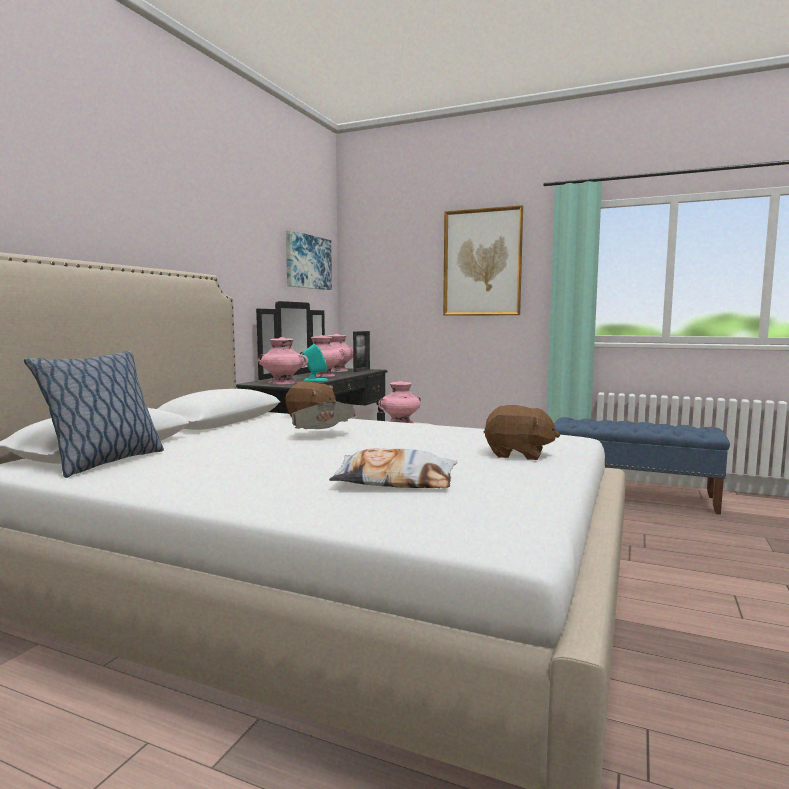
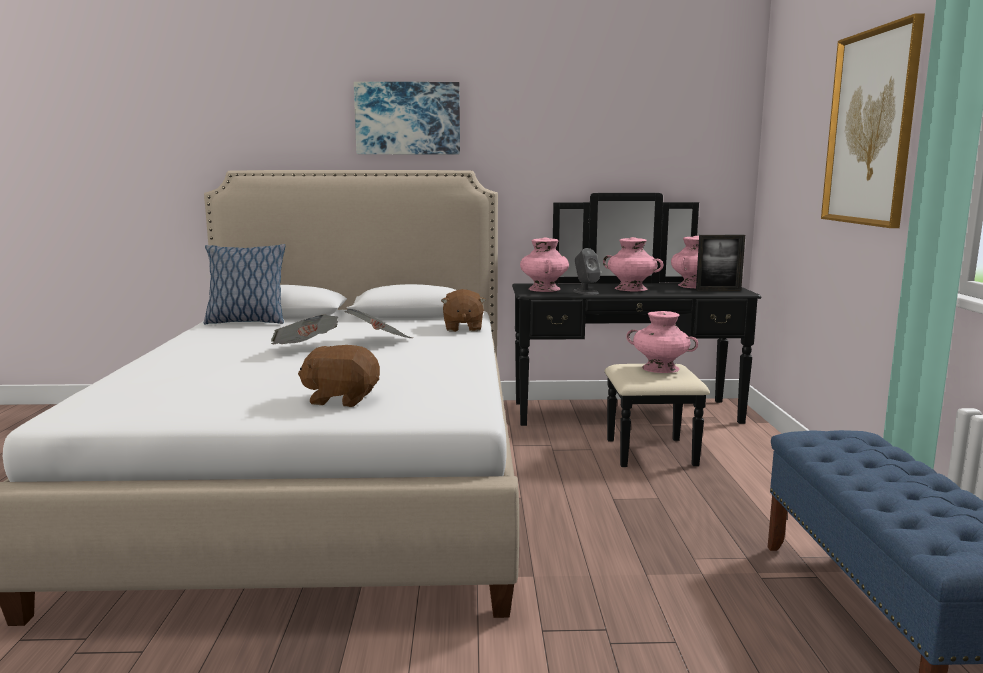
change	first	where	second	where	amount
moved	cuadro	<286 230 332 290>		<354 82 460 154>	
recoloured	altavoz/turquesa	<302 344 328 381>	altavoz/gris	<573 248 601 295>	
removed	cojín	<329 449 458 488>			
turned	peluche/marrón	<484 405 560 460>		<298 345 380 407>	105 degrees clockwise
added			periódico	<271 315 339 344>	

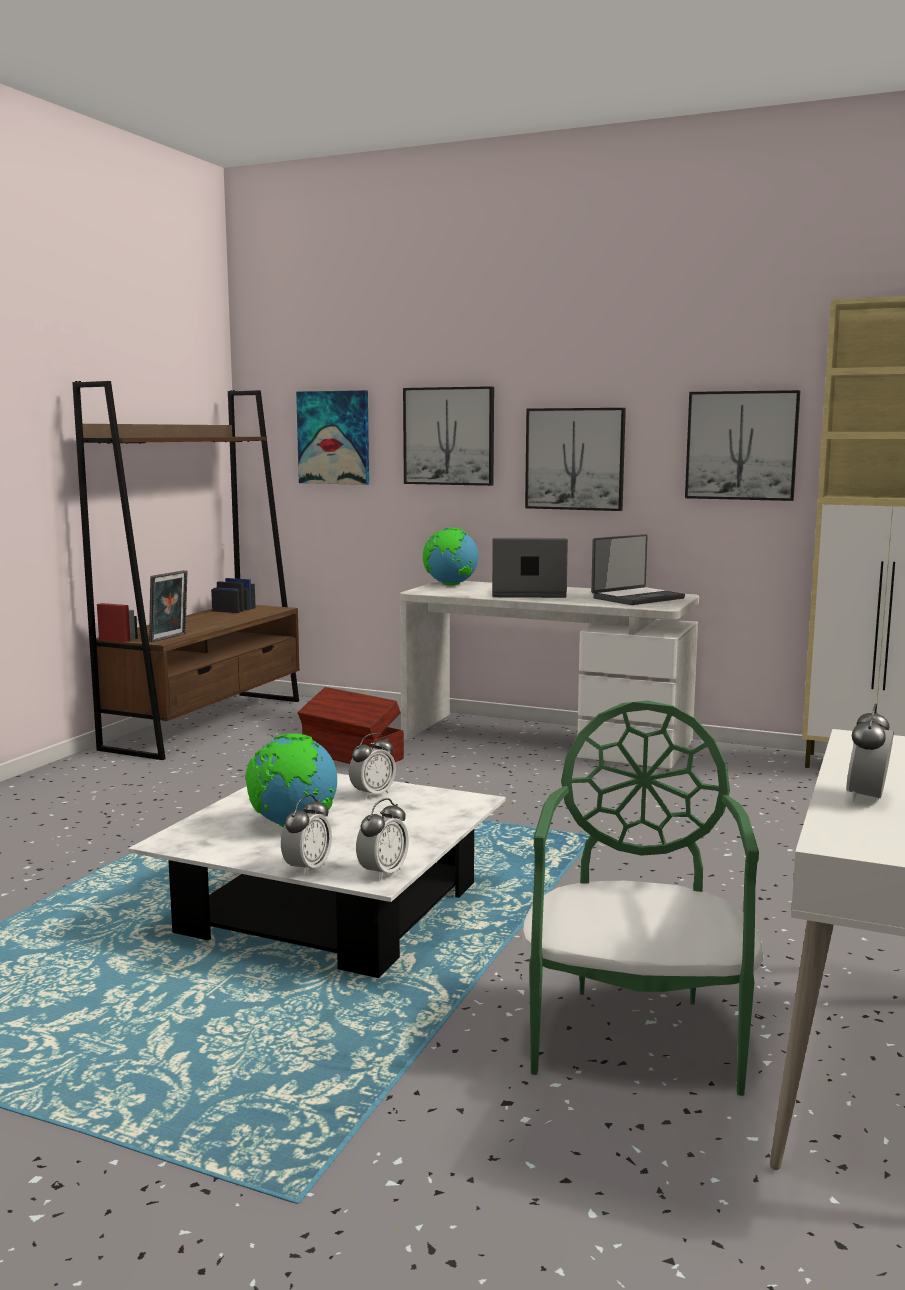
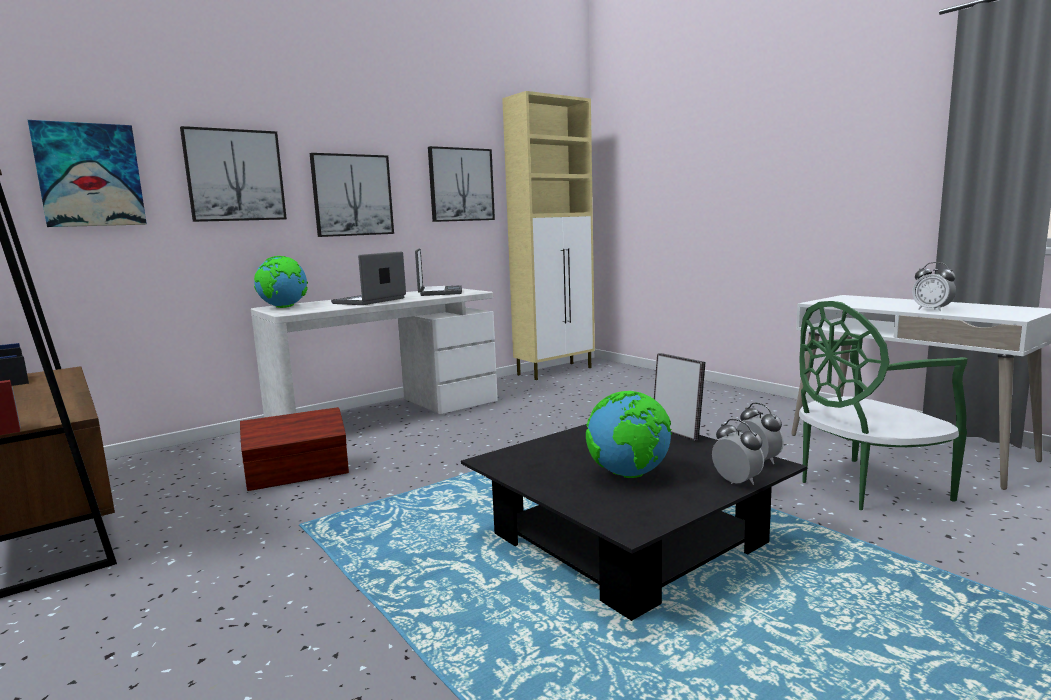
change	first	where	second	where	amount
recoloured	mesa de centro/blanco	<128 773 506 978>	mesa de centro/negro	<461 424 807 621>	
moved	portarretratos	<149 570 188 642>		<654 353 705 441>	
removed	despertador	<349 733 396 799>			
turned	silla/verde	<521 700 763 1096>		<799 301 967 510>	60 degrees counterclockwise

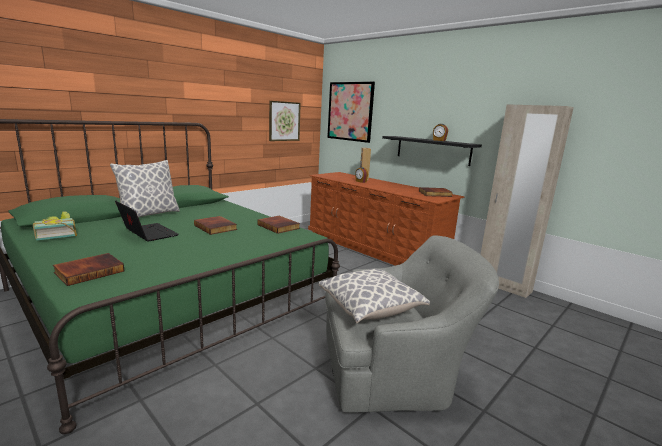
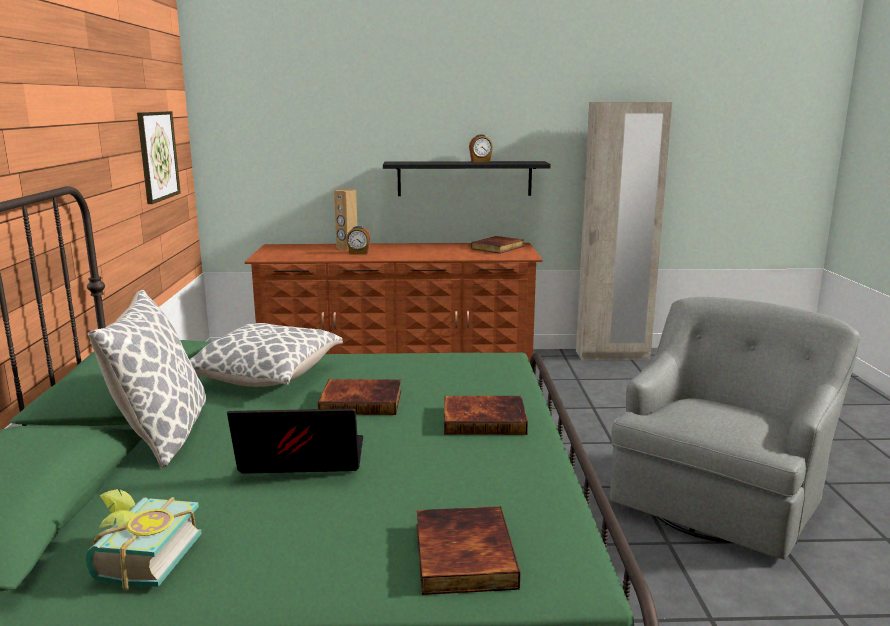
change	first	where	second	where	amount
moved	libro	<257 216 300 234>		<444 396 528 435>	
moved	cojín	<319 269 430 323>		<189 323 343 387>	
removed	cuadro	<327 82 375 143>			

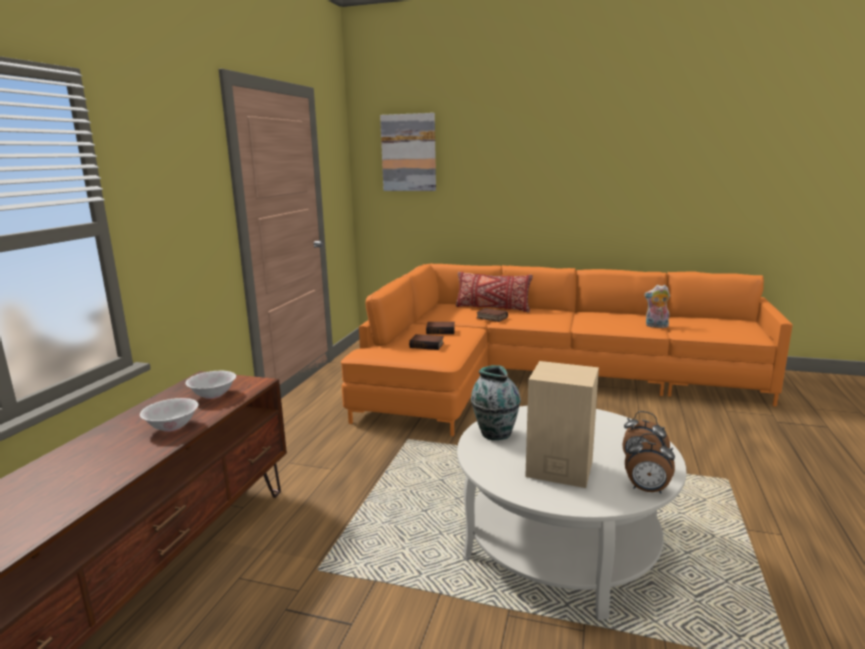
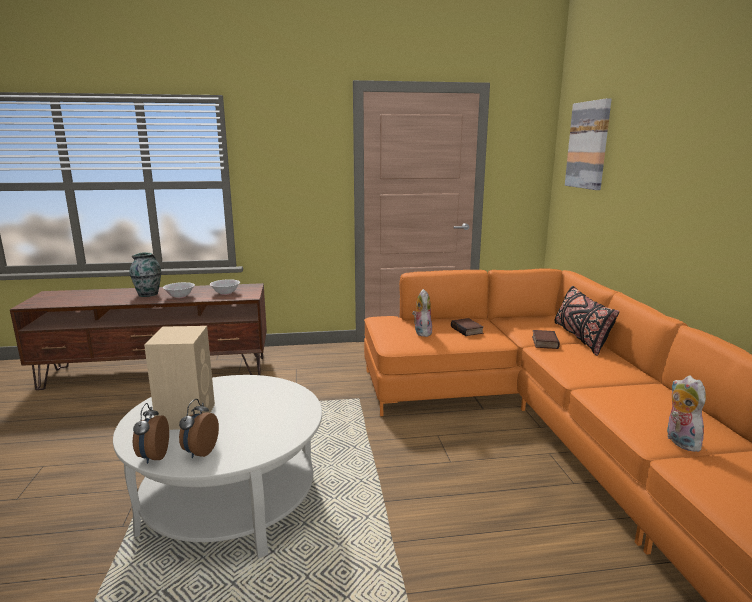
change	first	where	second	where	amount
replaced	libro	<409 334 444 350>	peluche	<412 289 432 337>	
recoloured	cojín/rojo	<456 272 533 313>	cojín/negro	<555 286 619 356>	
moved	florero	<471 365 521 440>		<130 252 162 297>	

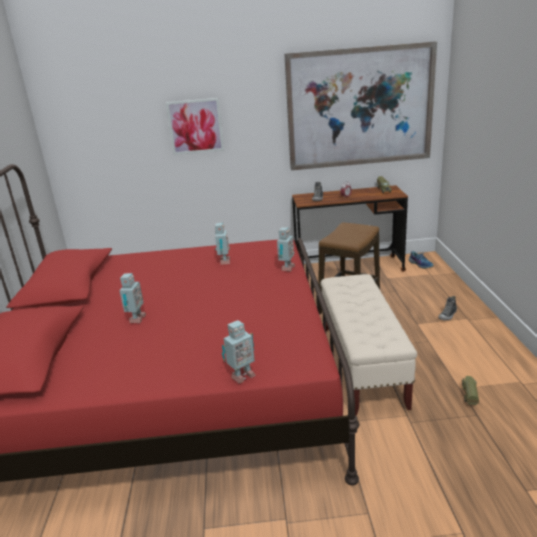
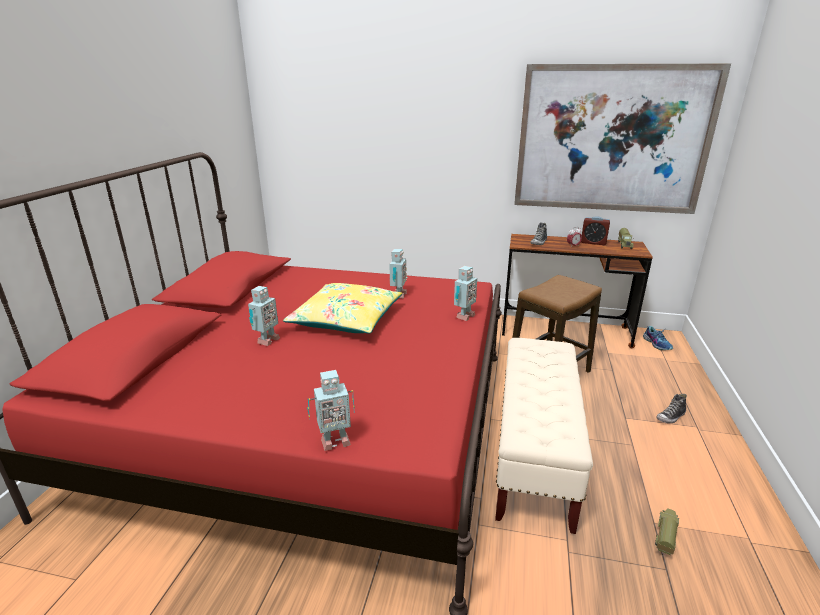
change	first	where	second	where	amount
removed	cuadro	<166 98 224 155>			
added			cojín/amarillo	<283 283 402 334>	
added			despertador	<581 216 610 245>	

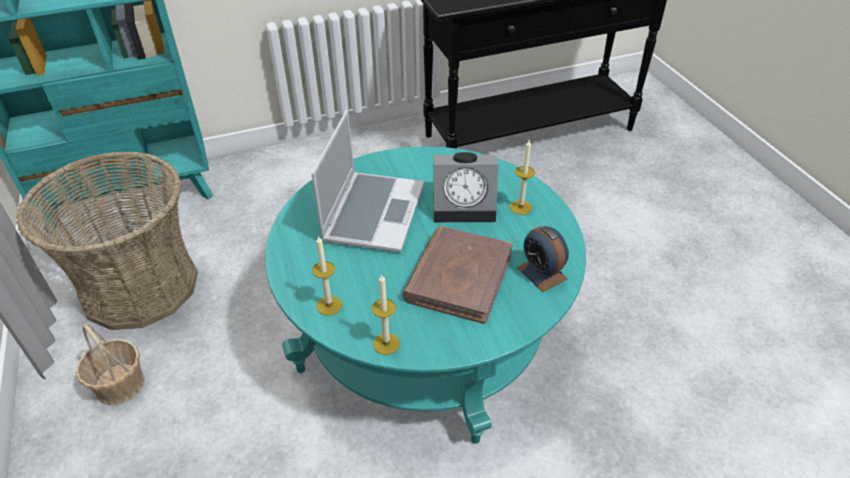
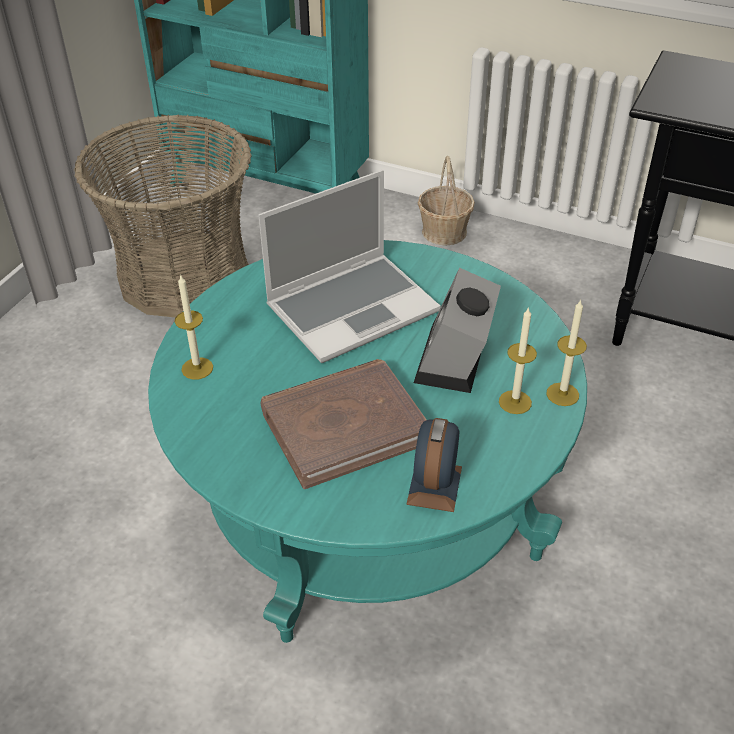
change	first	where	second	where	amount
moved	cesta	<76 324 145 406>		<418 156 475 246>	
moved	vela	<372 274 400 355>		<546 299 587 406>	
turned	despertador	<433 152 498 222>		<414 268 501 393>	60 degrees clockwise

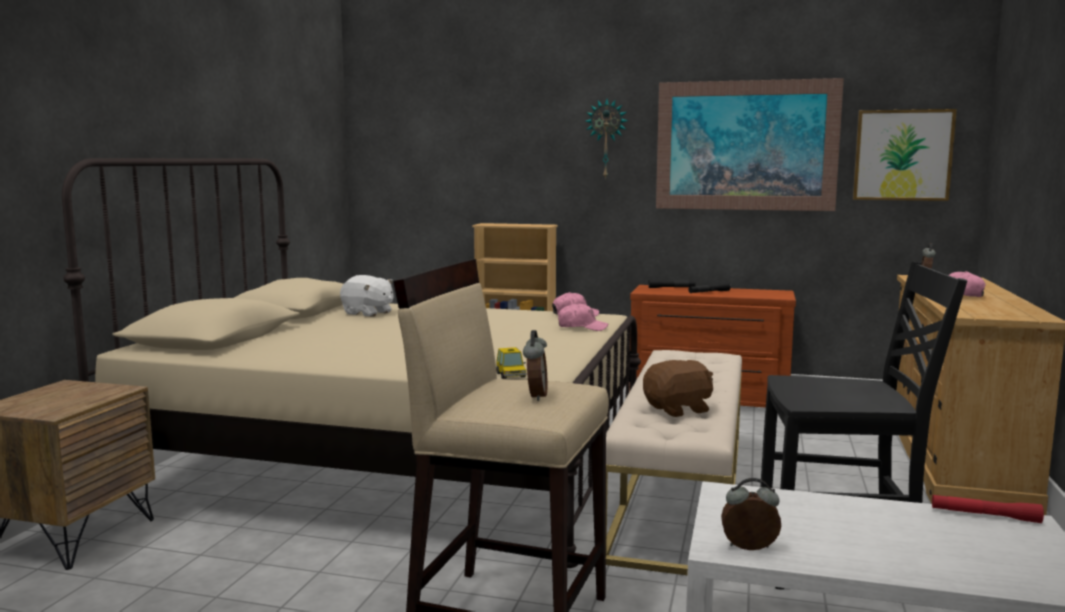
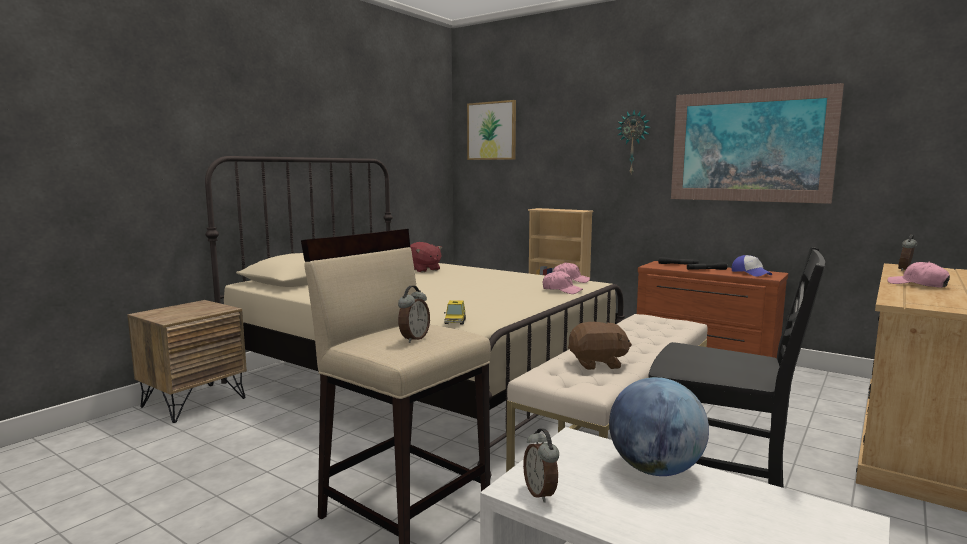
change	first	where	second	where	amount
recoloured	peluche/blanco	<340 275 393 317>	peluche/rojo	<410 242 442 273>	
turned	despertador	<721 478 781 550>		<523 428 559 503>	135 degrees counterclockwise
moved	cuadro	<853 109 957 201>		<467 100 516 160>	
removed	linterna/rojo	<932 495 1044 523>			
added			globo terráqueo	<609 377 709 476>	
added			gorra	<732 255 772 277>	

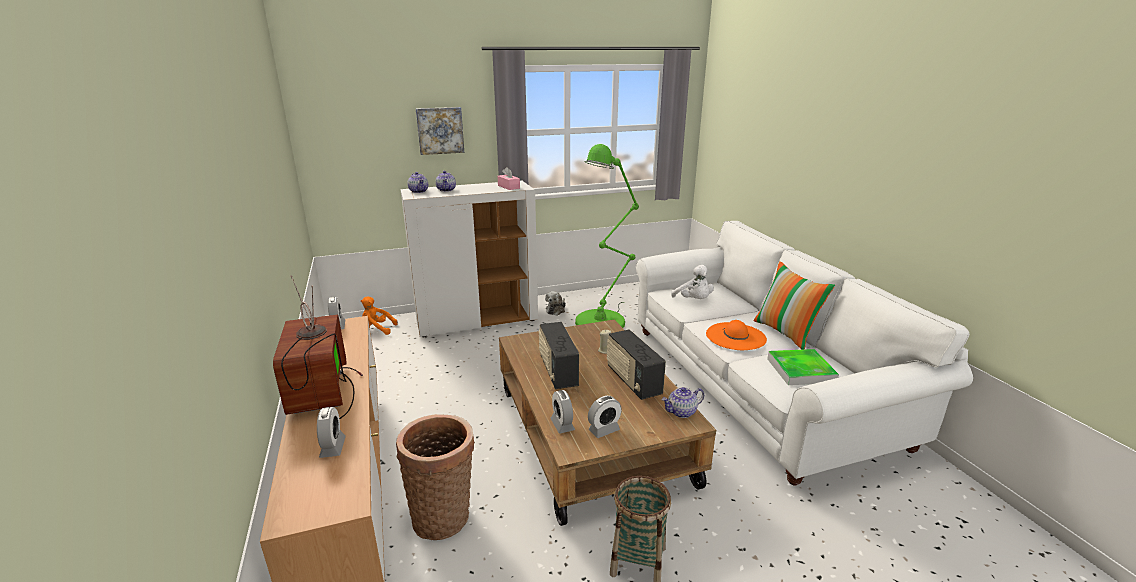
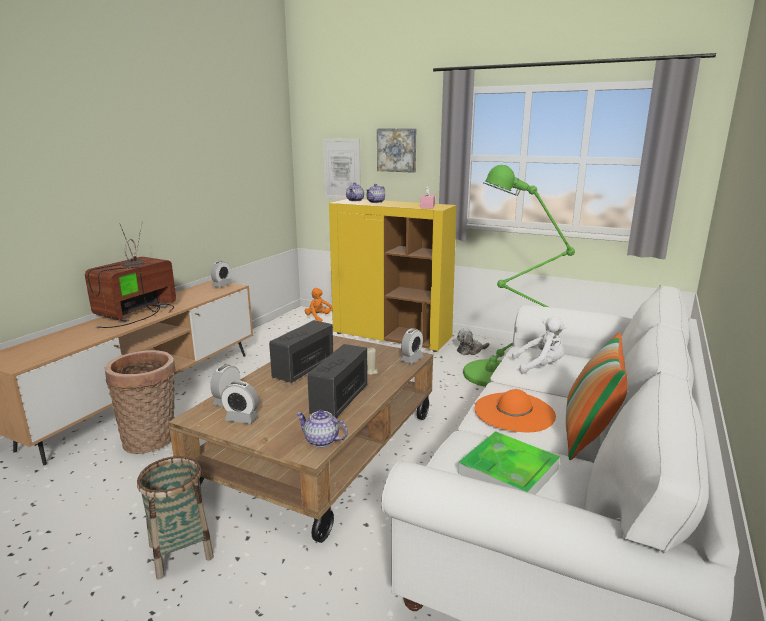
change	first	where	second	where	amount
moved	despertador	<317 407 346 458>		<400 328 423 364>	
recoloured	armario/blanco	<400 181 538 337>	armario/amarillo	<329 199 456 352>	
turned	peluche/blanco	<671 265 714 299>		<512 316 567 374>	105 degrees counterclockwise
added			cuadro	<322 138 361 200>	

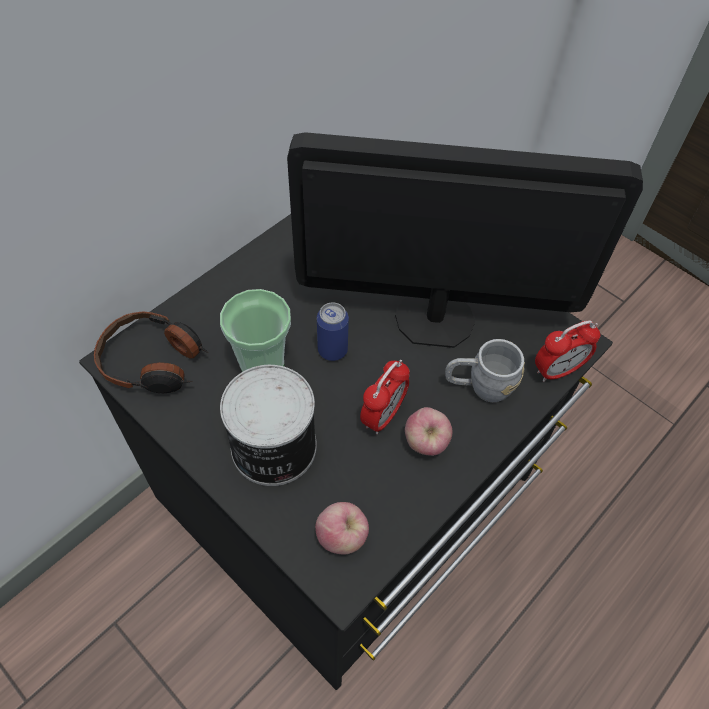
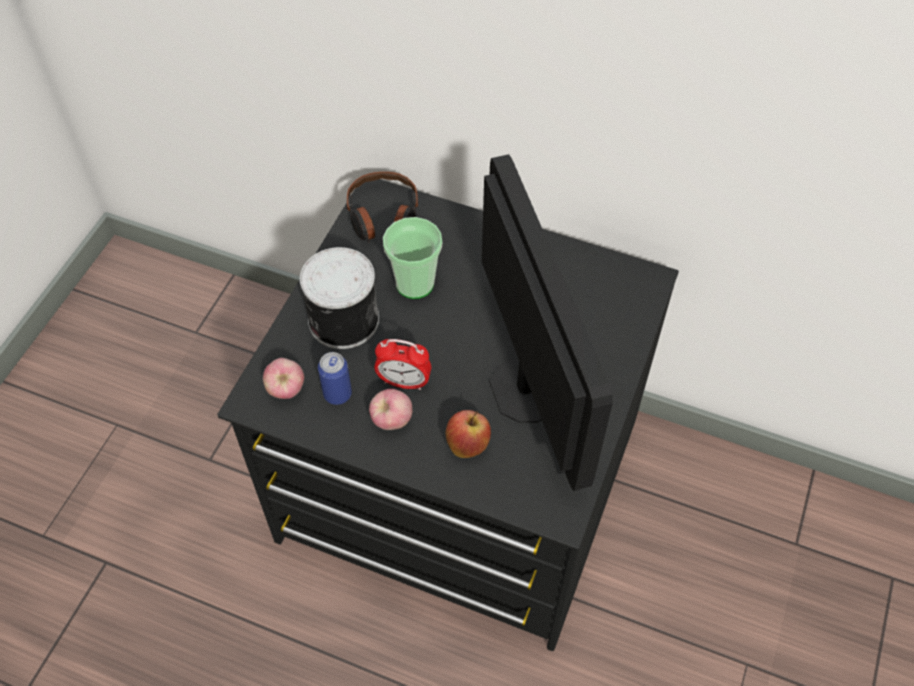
change	first	where	second	where	amount
moved	lata	<317 302 349 361>		<318 352 352 405>	
replaced	taza grande/gris	<445 339 525 402>	manzana	<445 410 491 458>	
removed	despertador	<535 320 601 382>			

